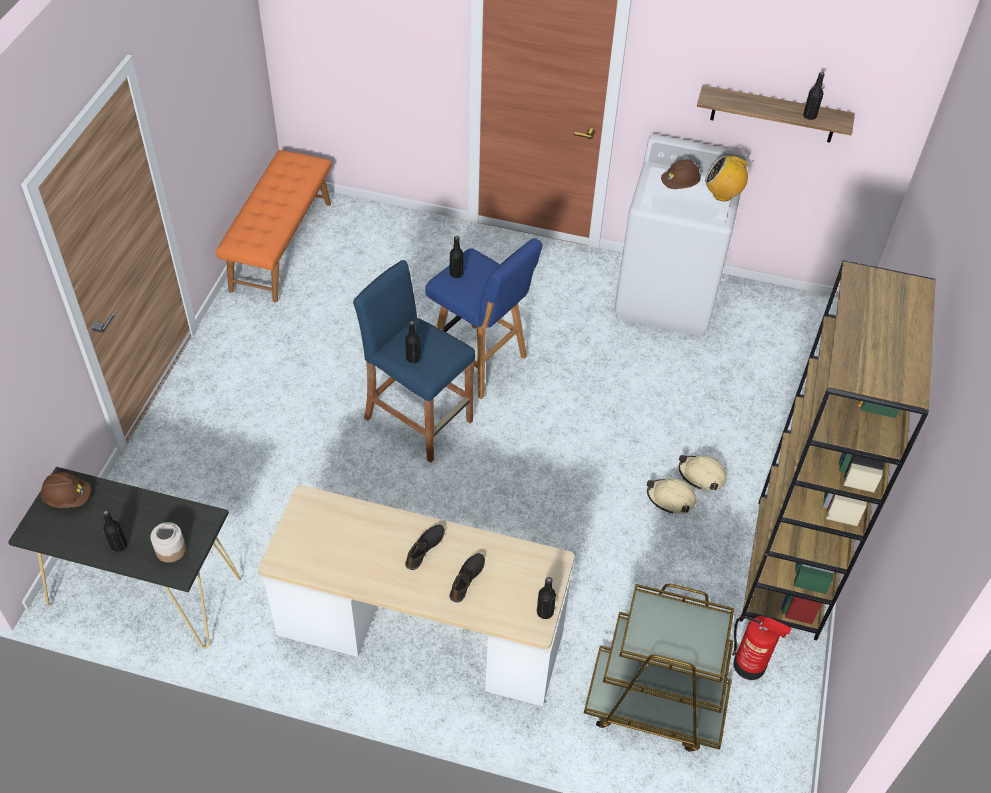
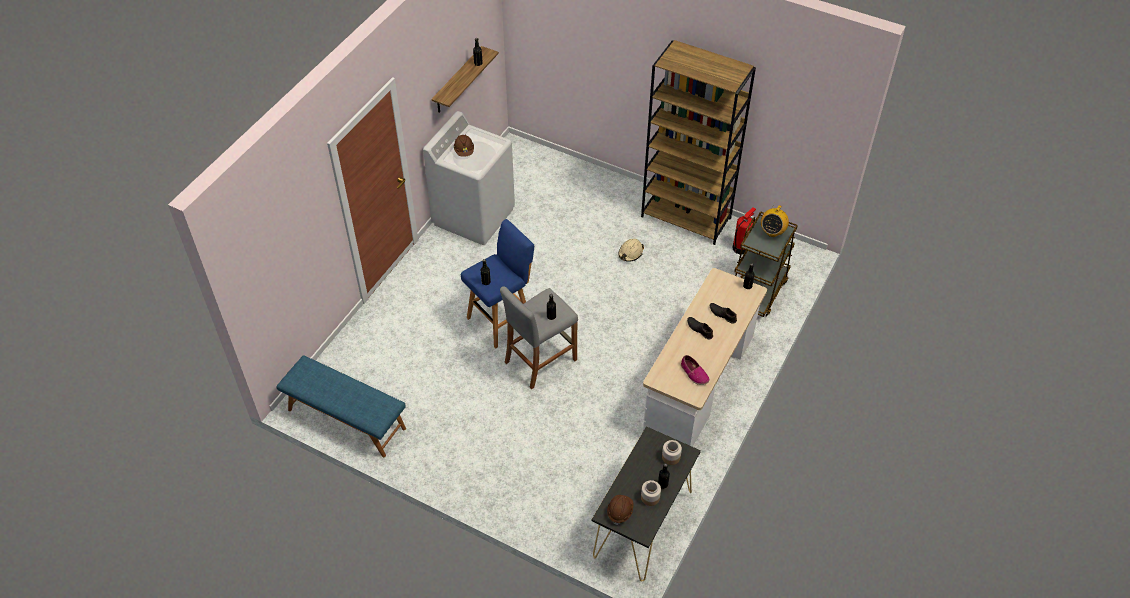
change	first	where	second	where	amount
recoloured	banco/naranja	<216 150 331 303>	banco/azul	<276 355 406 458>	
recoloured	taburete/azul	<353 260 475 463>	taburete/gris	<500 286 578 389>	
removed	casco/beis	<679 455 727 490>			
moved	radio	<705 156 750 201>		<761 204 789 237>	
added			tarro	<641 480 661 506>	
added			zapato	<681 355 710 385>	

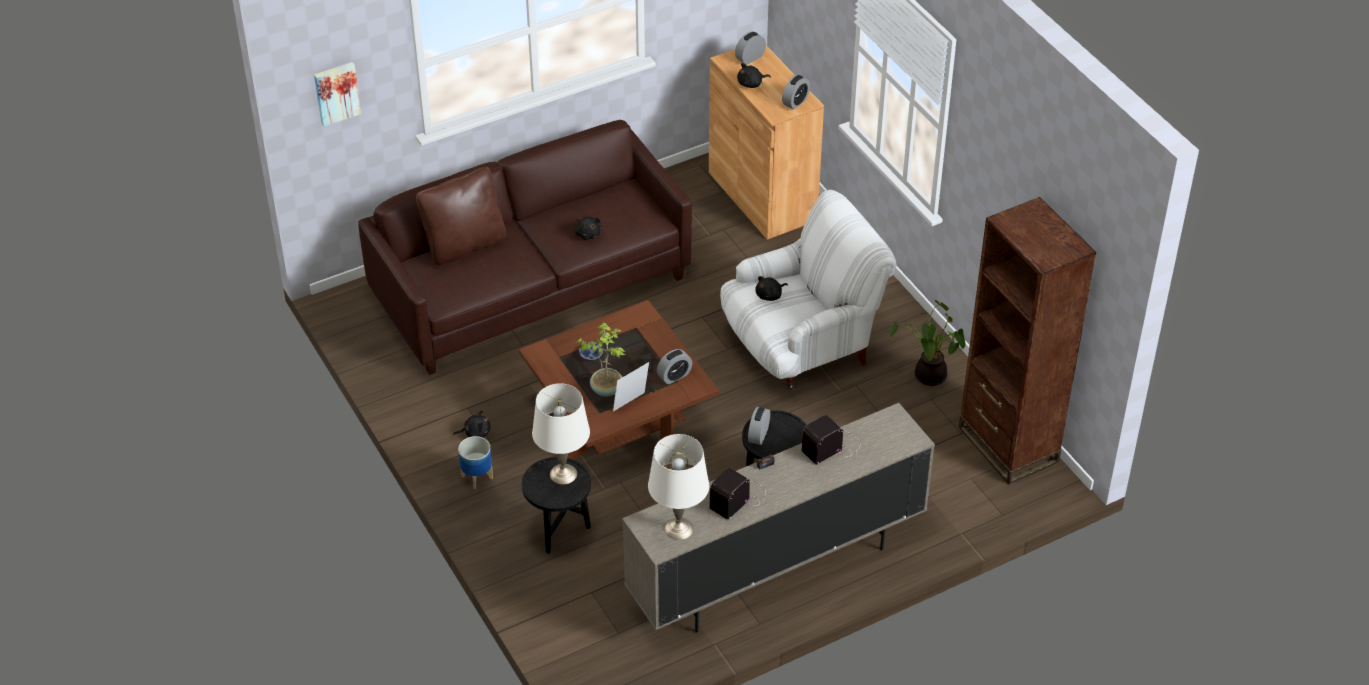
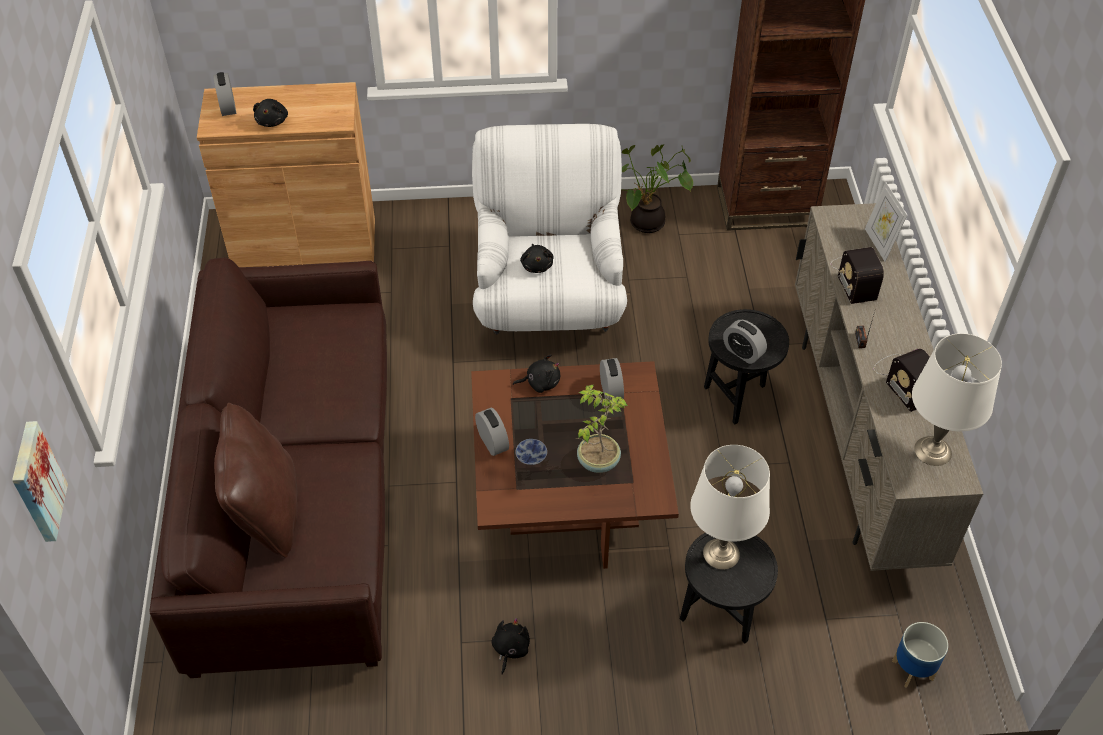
change	first	where	second	where	amount
moved	maceta	<458 436 493 489>		<892 622 948 688>	
moved	peluche/negro	<575 217 602 239>		<513 354 560 393>	
moved	portarretratos	<613 362 649 412>		<865 182 907 262>	
moved	despertador	<782 75 810 109>		<475 407 509 456>	

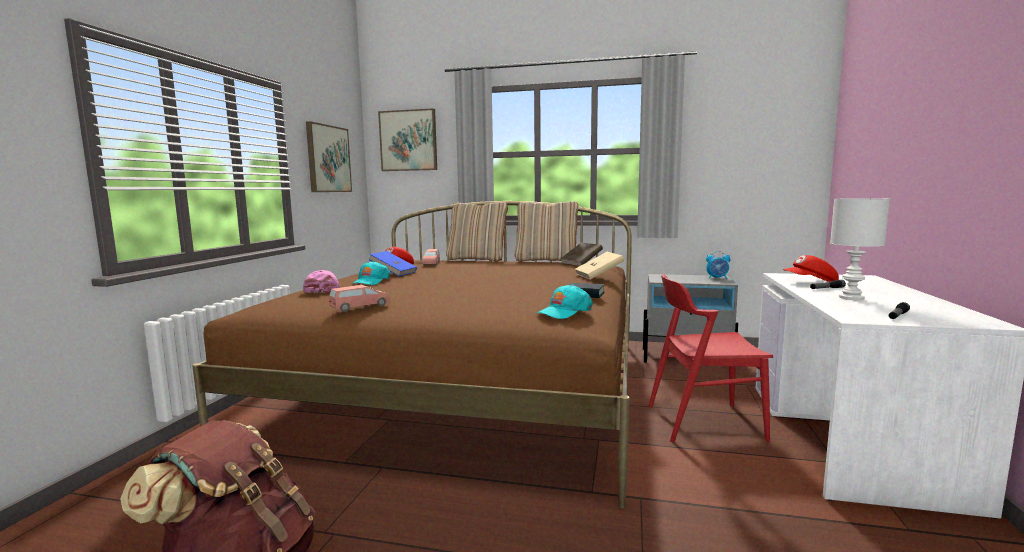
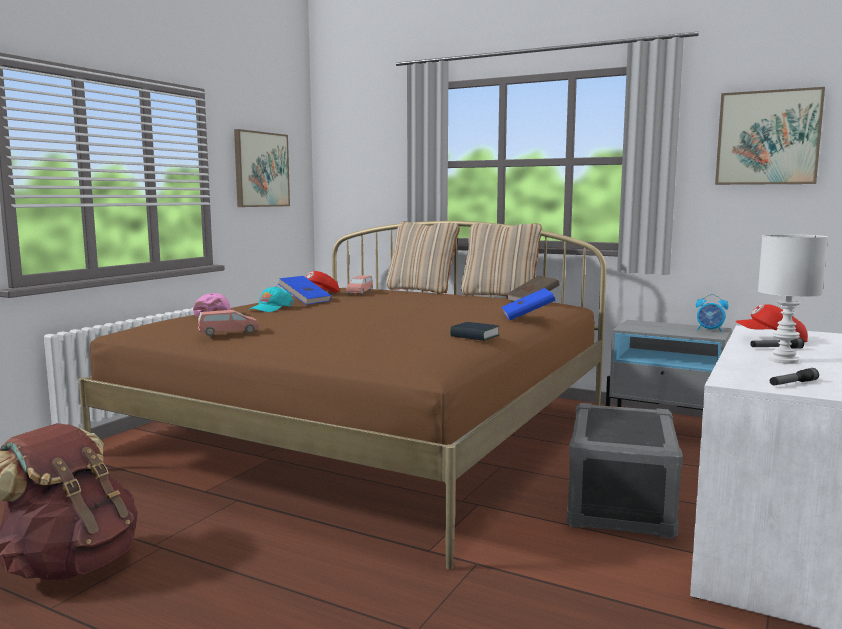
change	first	where	second	where	amount
moved	cuadro	<378 108 437 171>		<715 87 825 185>	
removed	gorra/turquesa	<537 284 593 319>			
recoloured	libro/beis	<575 252 624 280>	libro/azul	<501 288 556 320>	
replaced	silla/rojo	<648 274 773 442>	caja de almacenaje/gris	<567 403 683 539>	

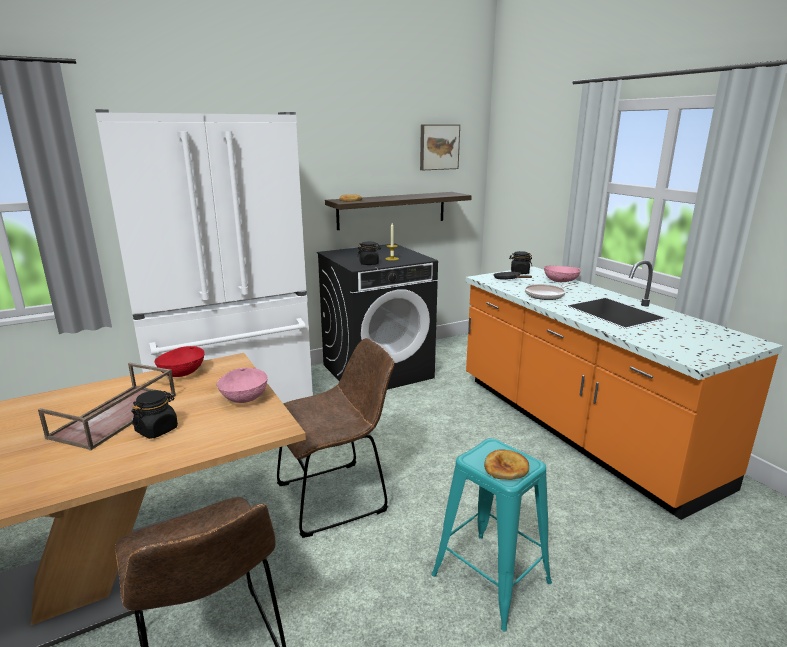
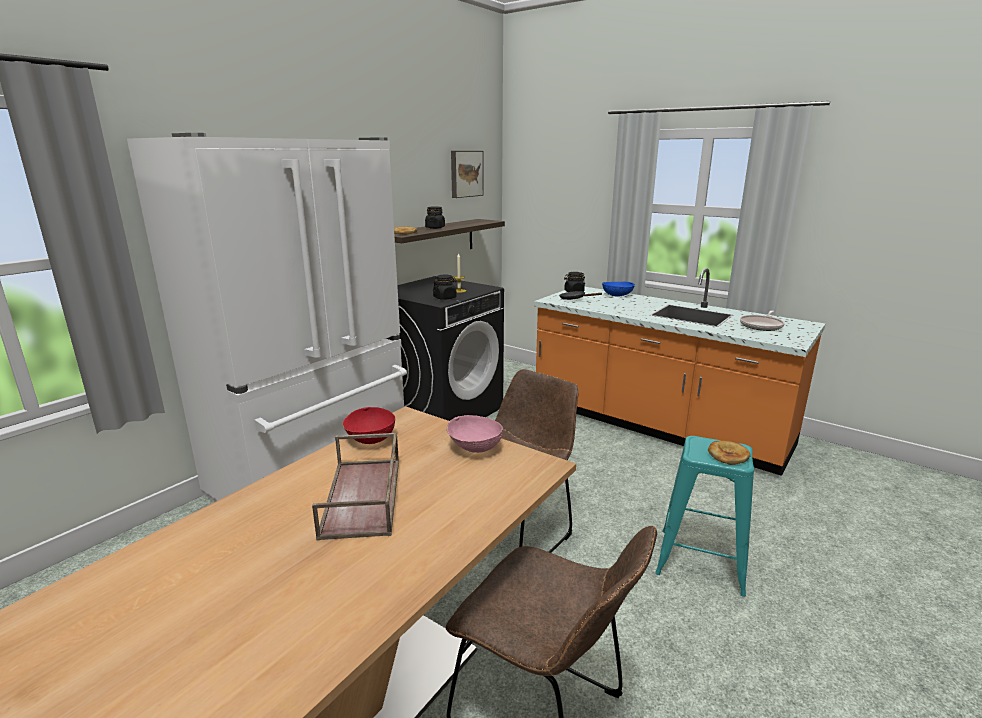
change	first	where	second	where	amount
moved	tarro/negro	<131 390 178 439>		<425 206 445 229>	
moved	sartén	<525 283 575 300>		<740 310 785 331>	
recoloured	cuenco/rosa	<544 266 581 282>	cuenco/azul	<602 281 635 297>	

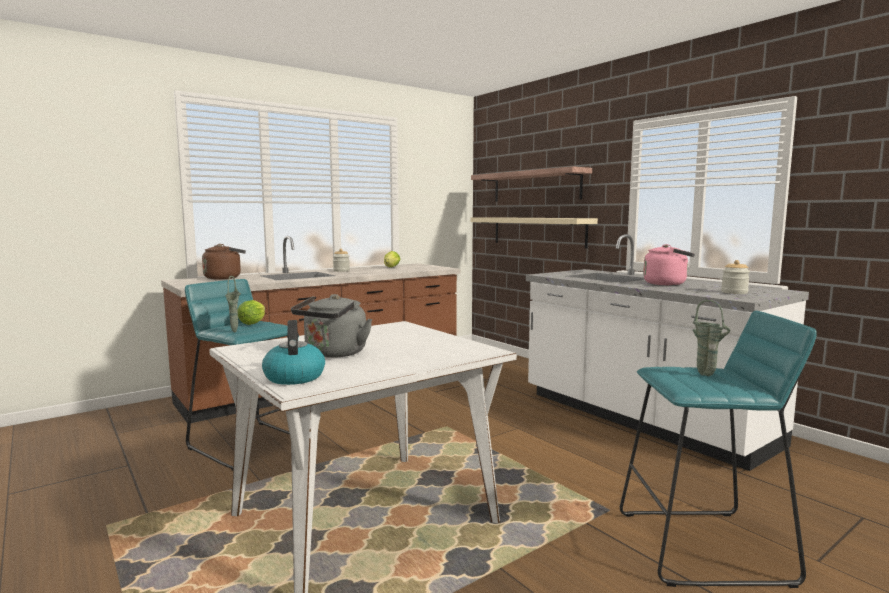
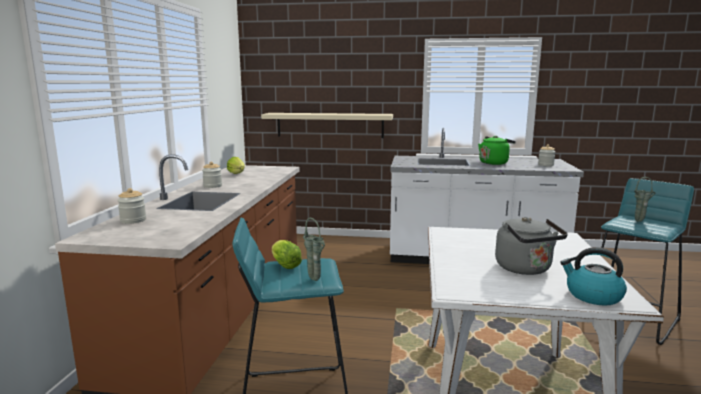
change	first	where	second	where	amount
replaced	hervidor/marrón	<202 244 246 280>	tarro	<117 188 146 224>	
removed	estante	<471 166 592 201>			
recoloured	hervidor/rosa	<643 244 695 285>	hervidor/verde	<478 136 516 165>	

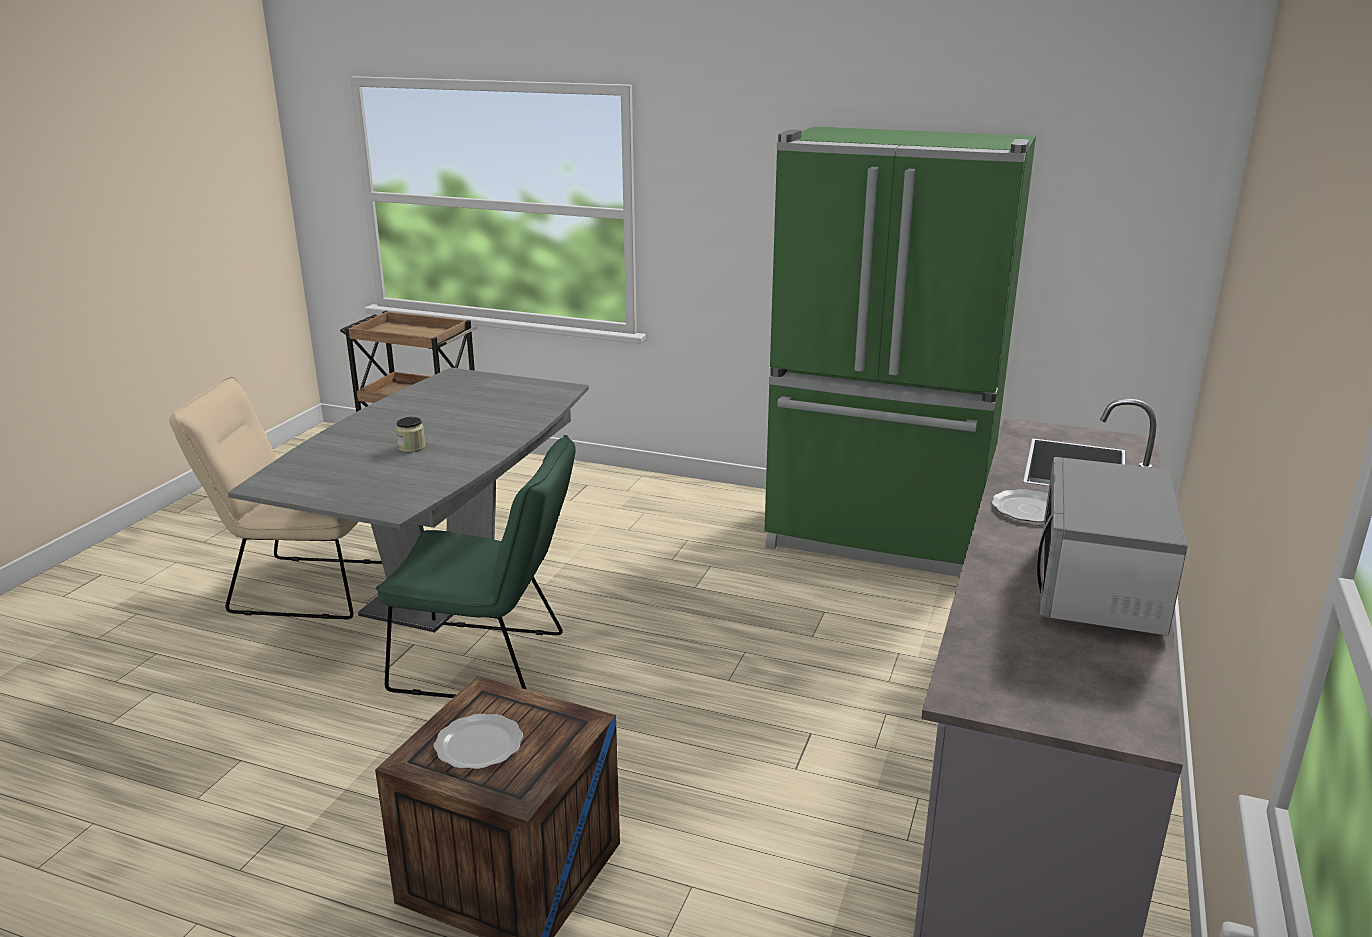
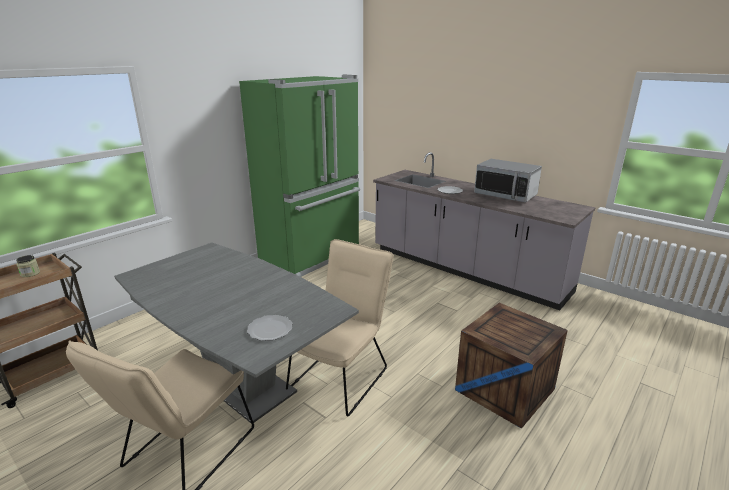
change	first	where	second	where	amount
recoloured	silla/verde	<376 435 576 698>	silla/beis	<286 239 394 417>	
moved	tarro	<396 417 425 452>		<16 255 40 277>	
moved	plato	<434 714 523 769>		<247 315 292 341>	

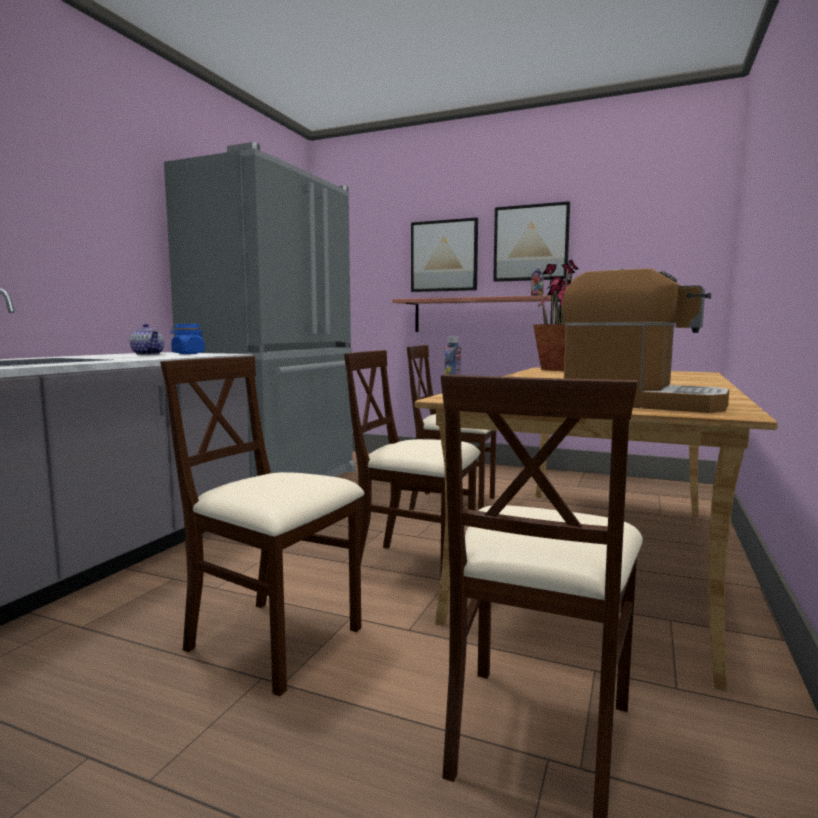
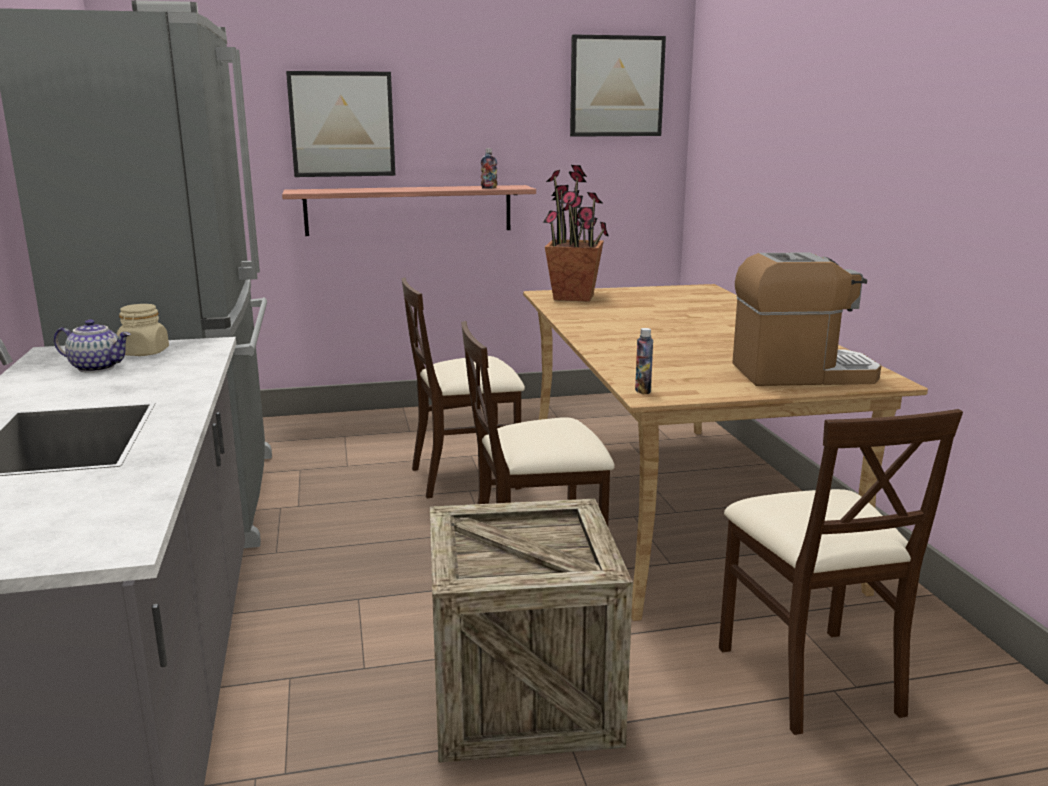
change	first	where	second	where	amount
replaced	silla/beis	<160 356 364 696>	caja de embalaje	<430 499 633 763>	
recoloured	tarro/azul	<170 324 205 354>	tarro/beis	<116 304 169 356>	
moved	cuadro	<493 201 570 282>		<570 34 666 137>	

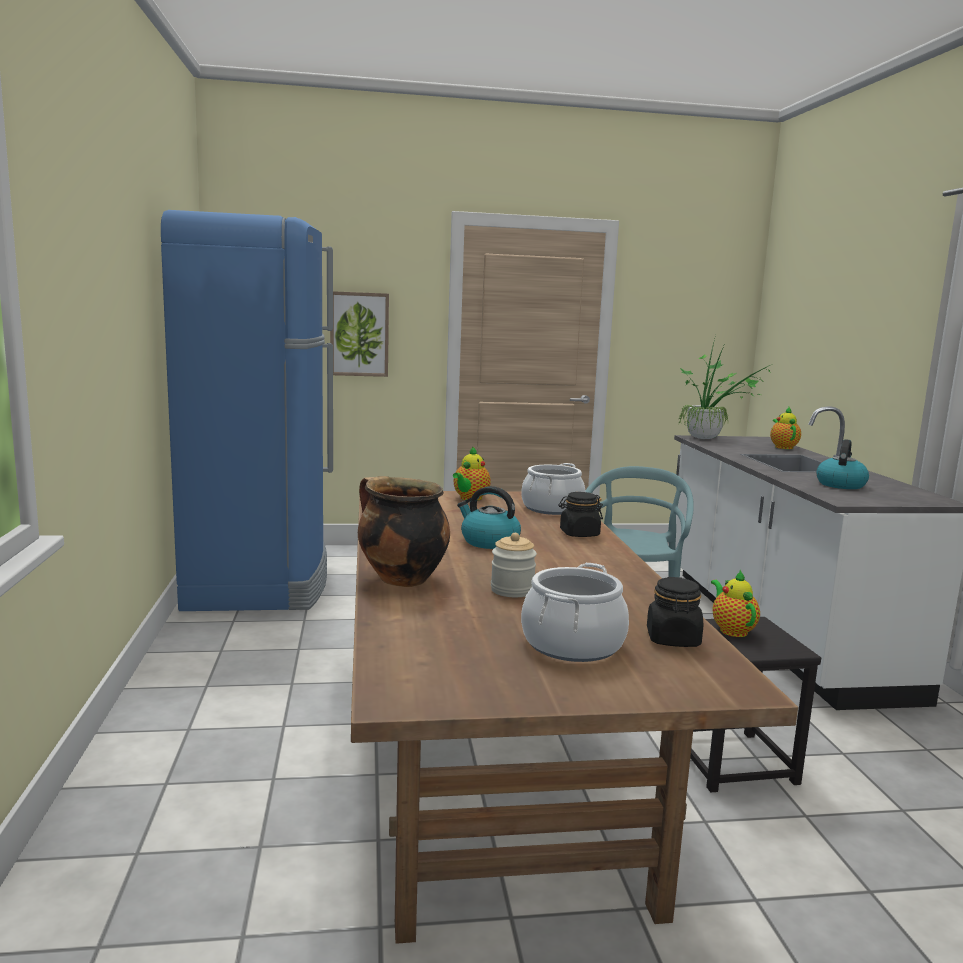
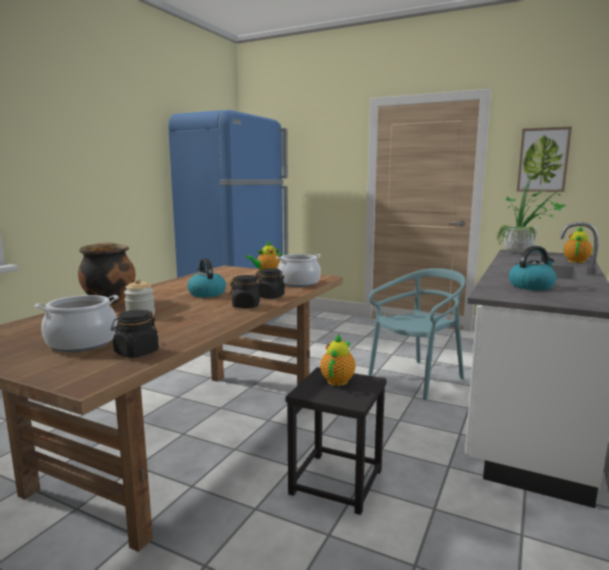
change	first	where	second	where	amount
moved	cuadro	<330 291 389 377>		<517 126 572 192>	
added			tarro/negro	<229 275 263 308>	

